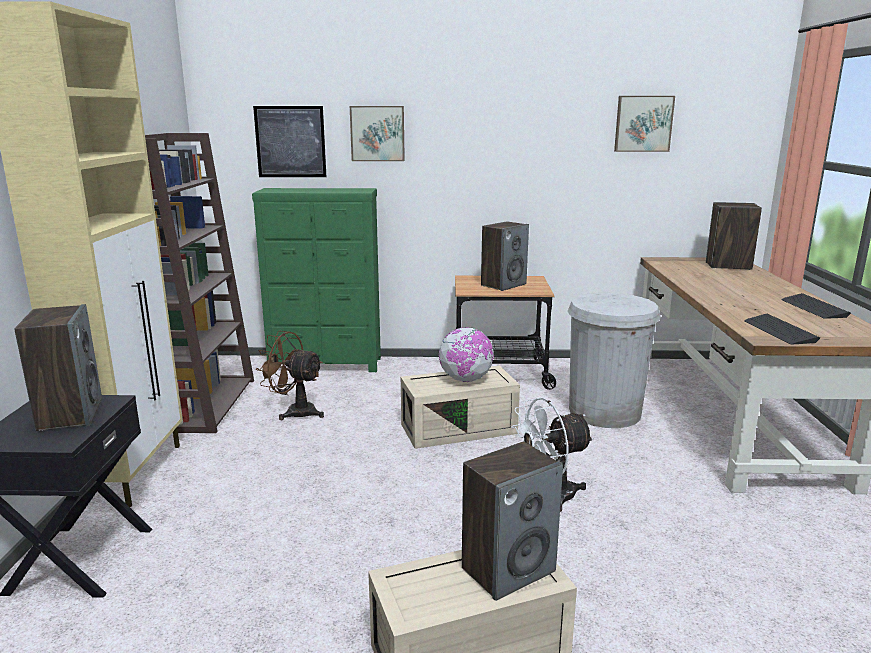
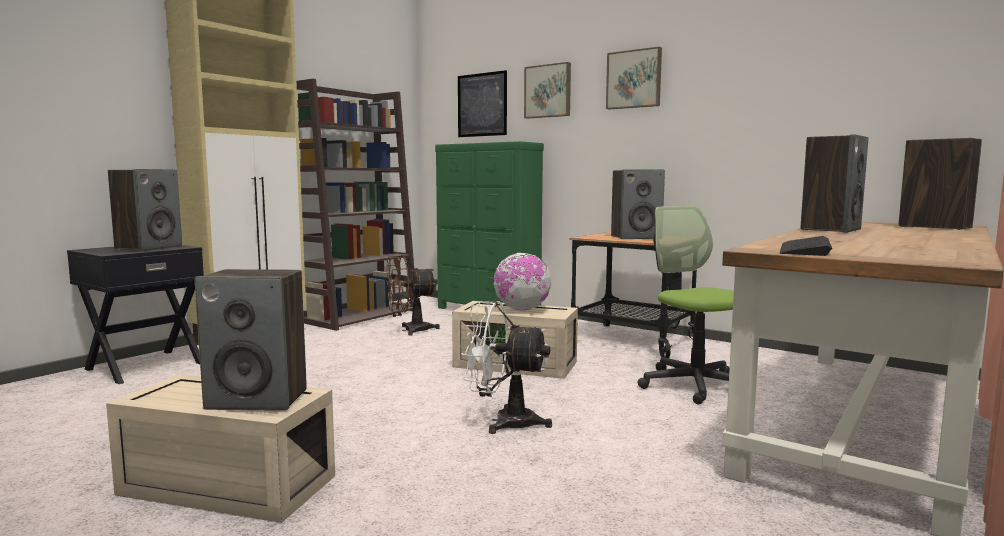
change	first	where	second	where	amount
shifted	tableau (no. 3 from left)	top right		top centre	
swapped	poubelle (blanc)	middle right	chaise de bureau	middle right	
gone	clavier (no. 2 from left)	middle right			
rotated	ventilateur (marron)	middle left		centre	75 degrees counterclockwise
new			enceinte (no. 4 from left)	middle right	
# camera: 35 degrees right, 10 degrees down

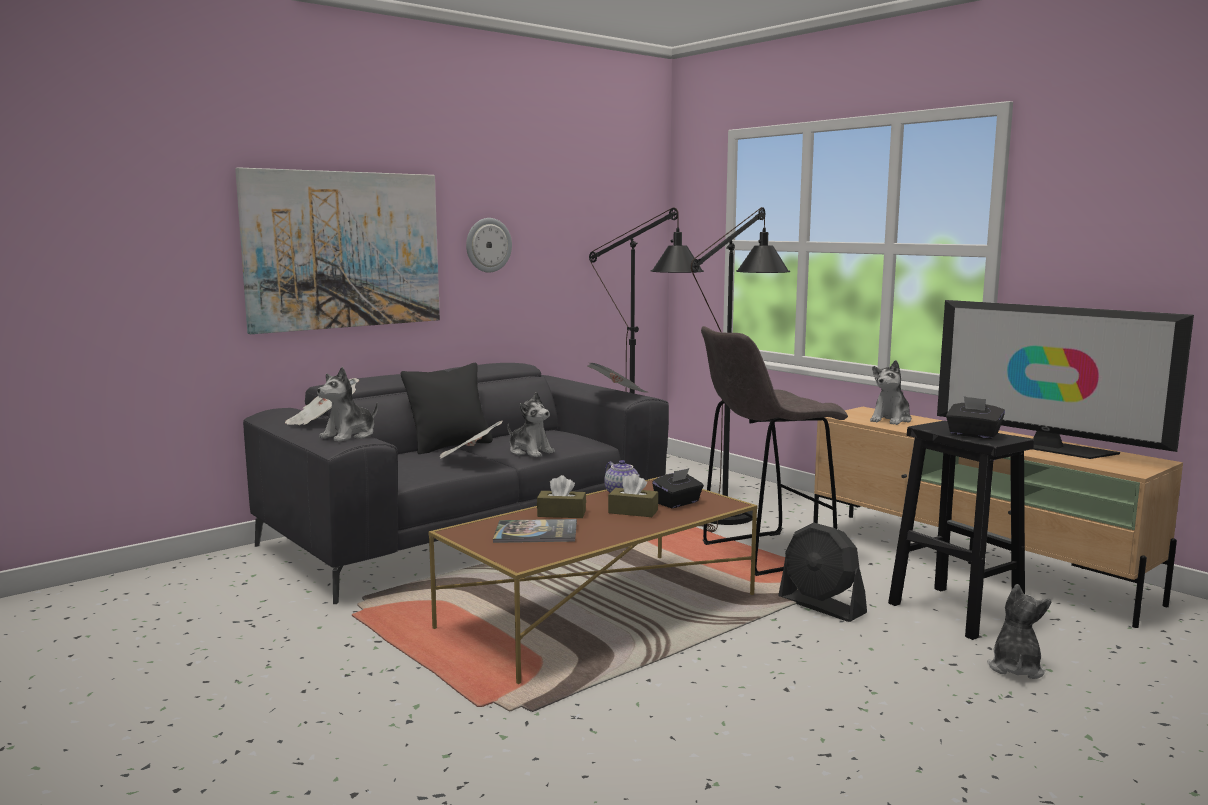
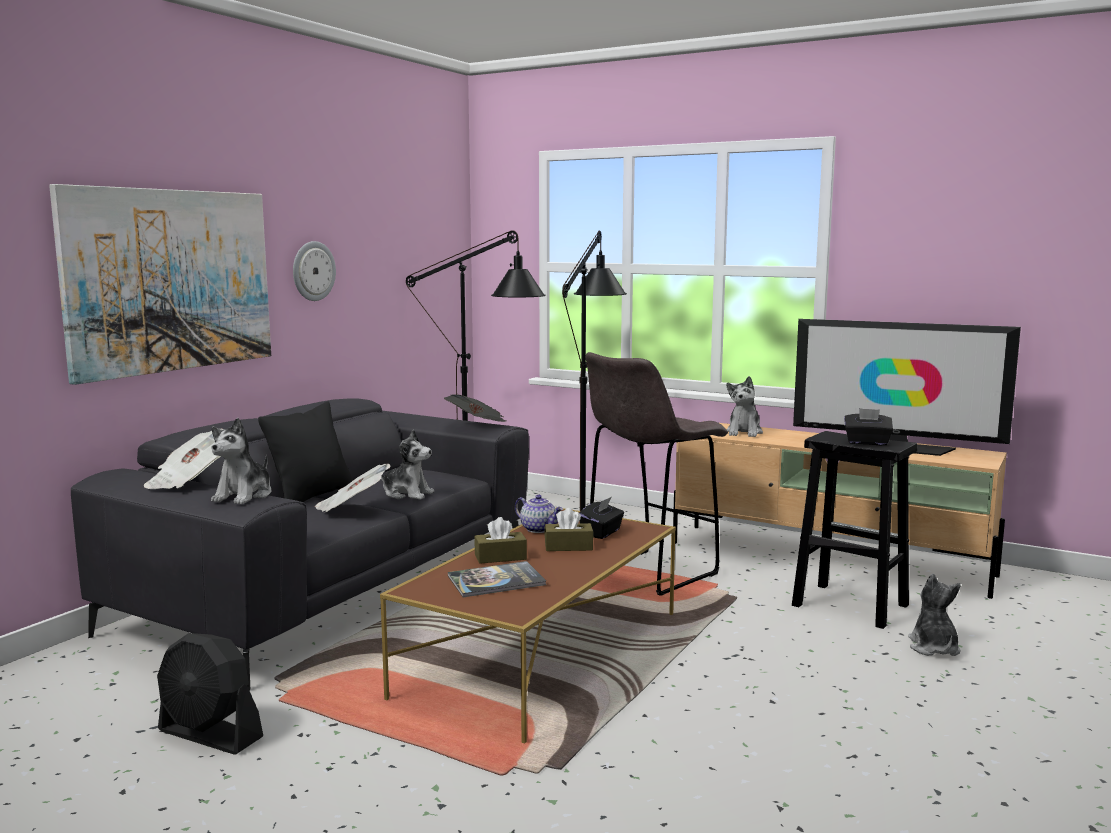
change	first	where	second	where	amount
shifted	ventilateur (noir)	bottom right		bottom left	
# camera: 20 degrees left, 0 degrees up

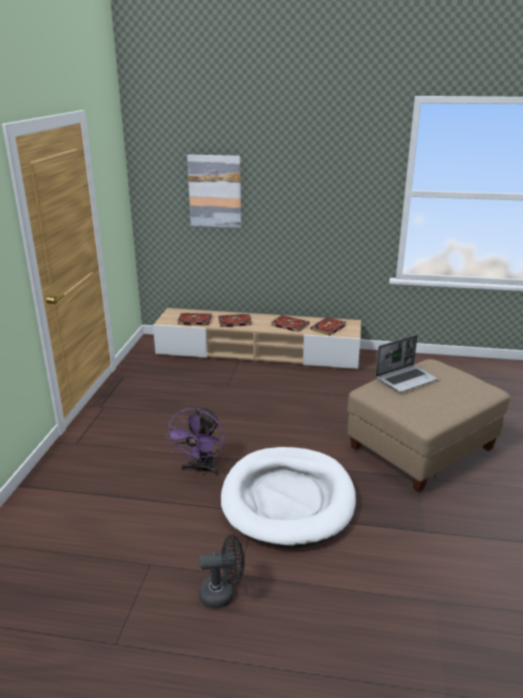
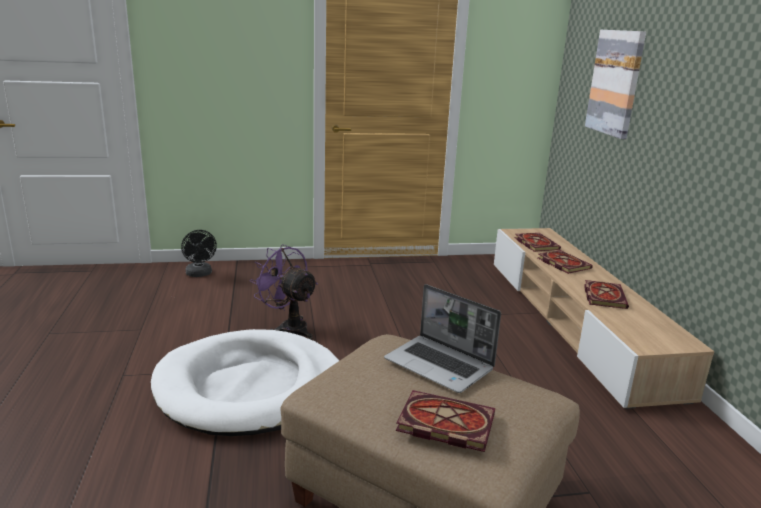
change	first	where	second	where	amount
shifted	livre (no. 4 from left in the first image)	centre	livre (no. 1 from left)	bottom centre	
rotated	ventilateur (violet)	centre		centre	45 degrees clockwise
shifted	ventilateur (noir)	bottom centre		middle left	
# camera: 70 degrees right, 5 degrees down

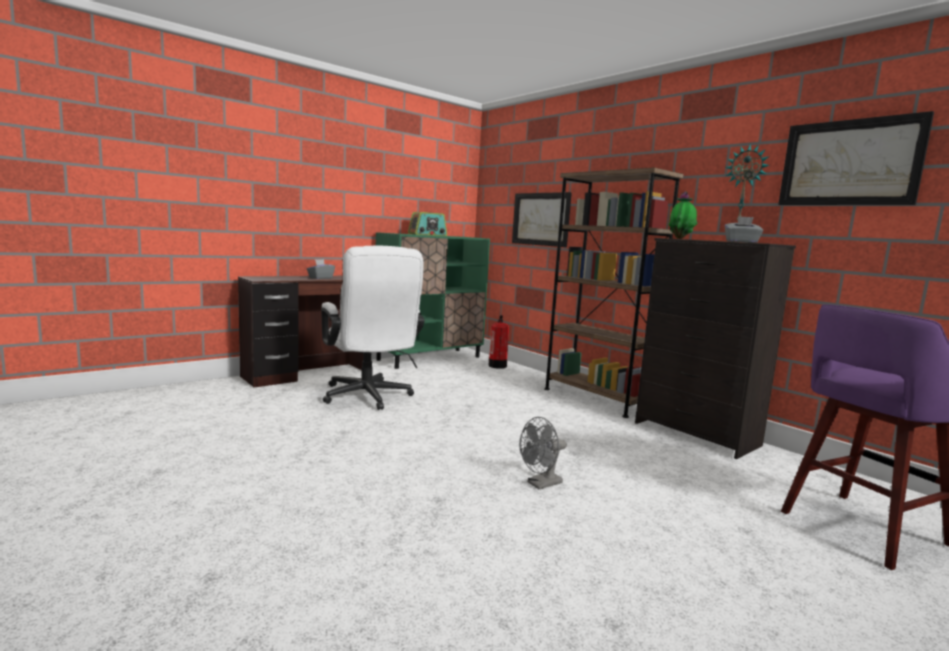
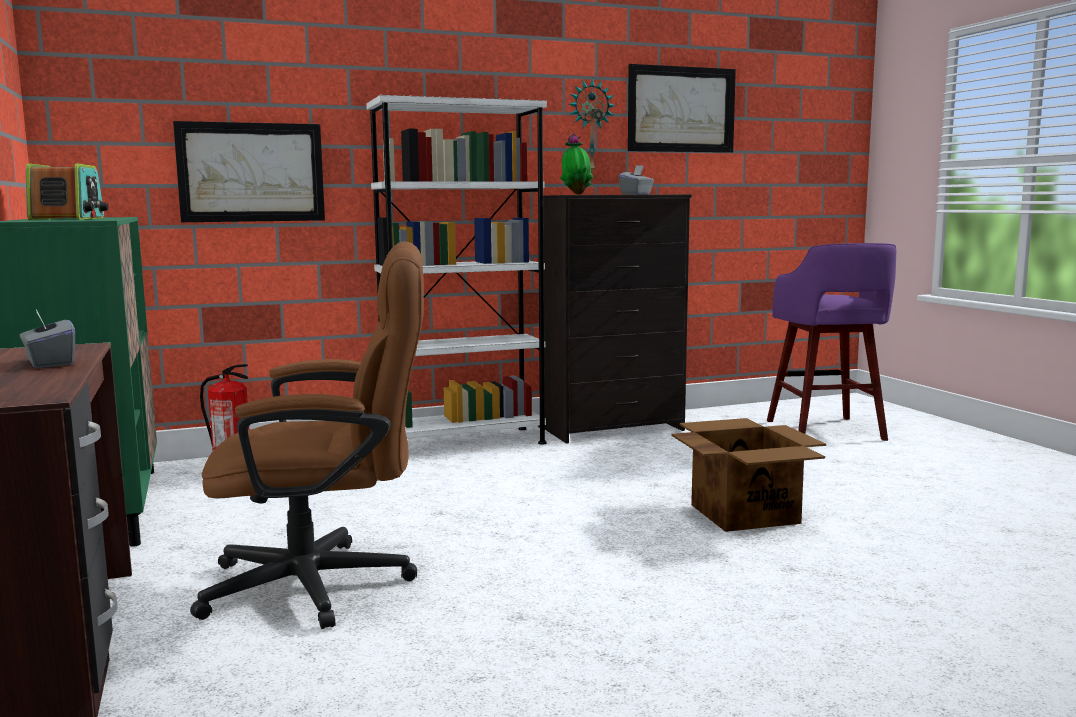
change	first	where	second	where	amount
repainted	bibliothèque (marron)	centre	bibliothèque (blanc)	centre	
repainted	chaise de bureau (blanc)	centre	chaise de bureau (marron)	middle left	
swapped	ventilateur (gris)	bottom centre	carton	middle right	
# camera: 70 degrees left, 0 degrees up

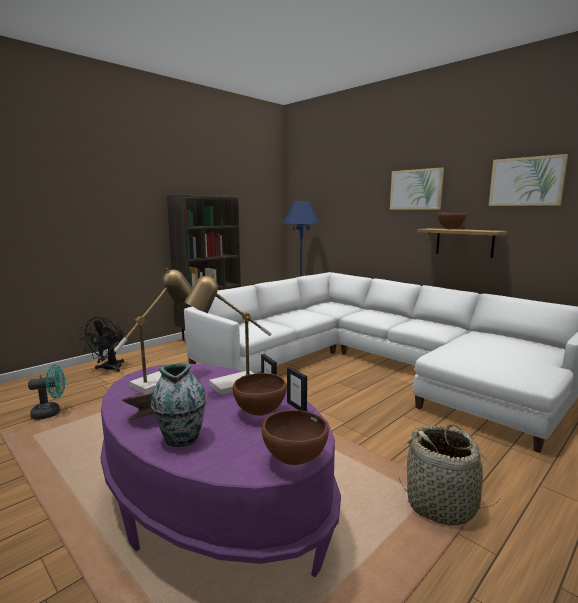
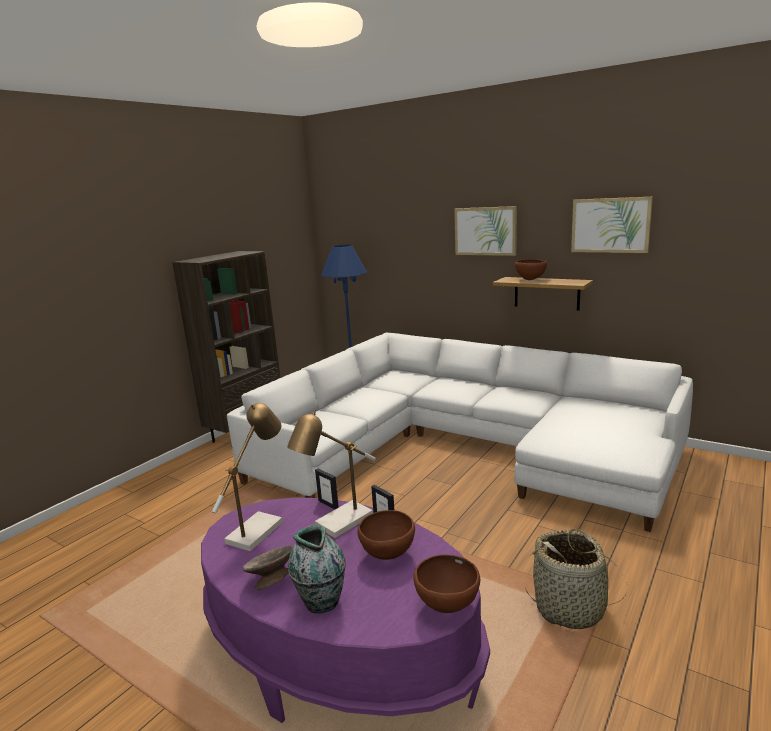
change	first	where	second	where	amount
gone	ventilateur (noir)	middle left			
gone	ventilateur (turquoise)	middle left			
shifted	cadre photo (no. 2 from left in the first image)	centre	cadre photo (no. 1 from left)	bottom centre	
# camera: 10 degrees left, 5 degrees up

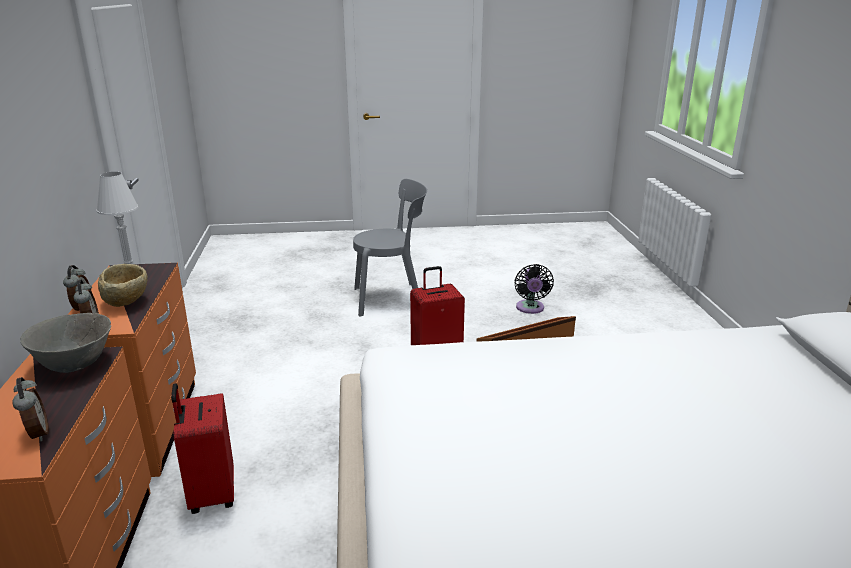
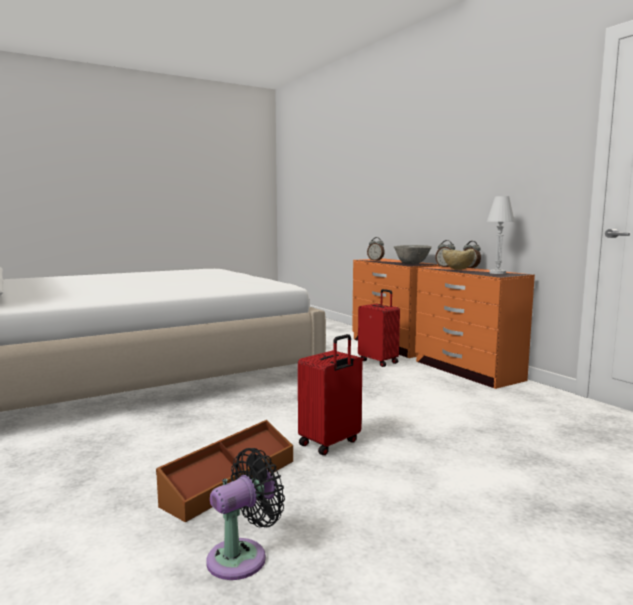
change	first	where	second	where	amount
gone	chaise (gris)	centre			
rotated	ventilateur (noir)	centre		bottom centre	75 degrees clockwise
# camera: 155 degrees right, 15 degrees down

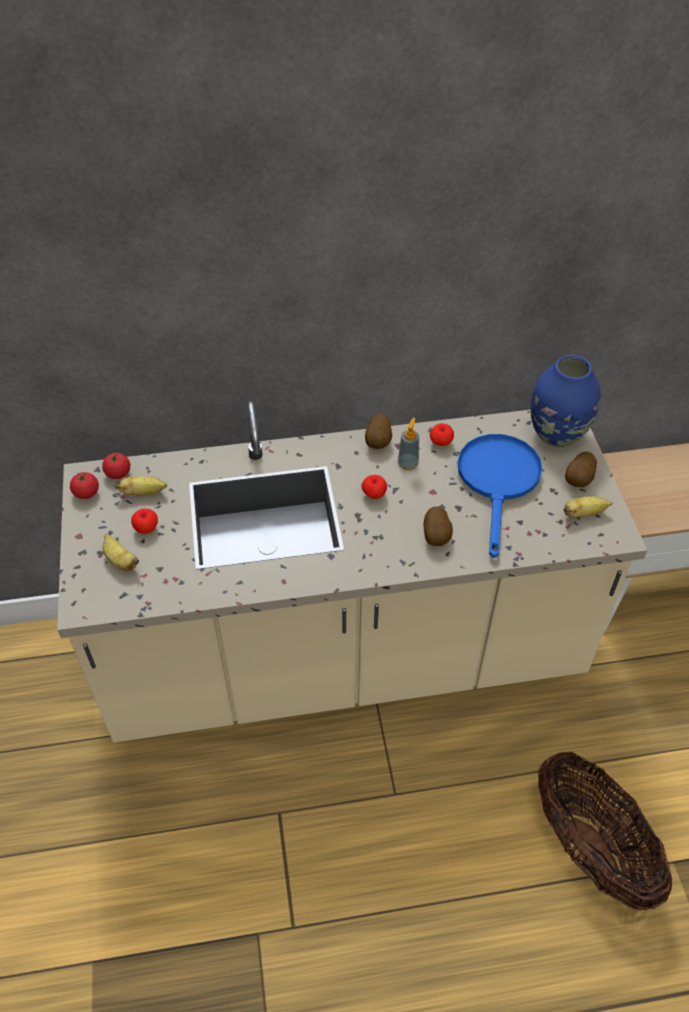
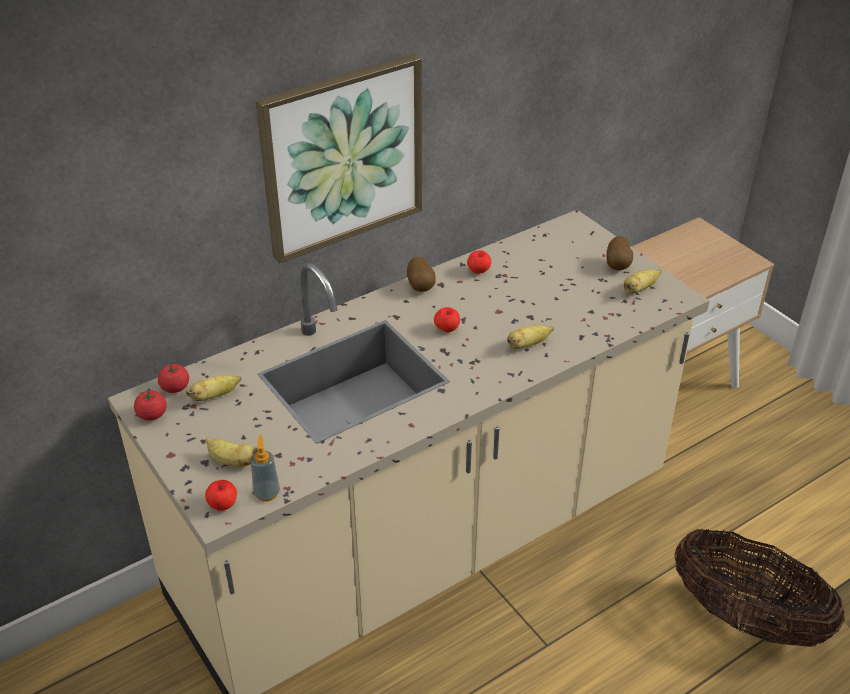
change	first	where	second	where	amount
gone	vase (bleu)	middle right			
shifted	distributeur de savon	centre		bottom left	
gone	poêle (bleu)	middle right			
swapped	pomme de terre (no. 2 from left)	centre	banane (no. 3 from left)	centre	
shifted	pomme (no. 1 from left)	middle left		bottom left	
new			tableau	top centre	
# camera: 25 degrees left, 10 degrees down

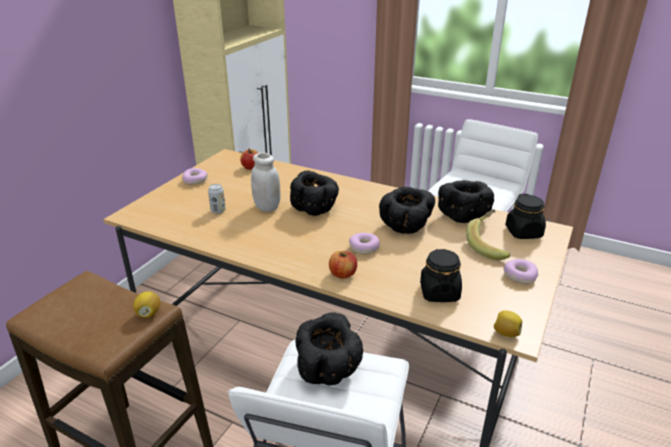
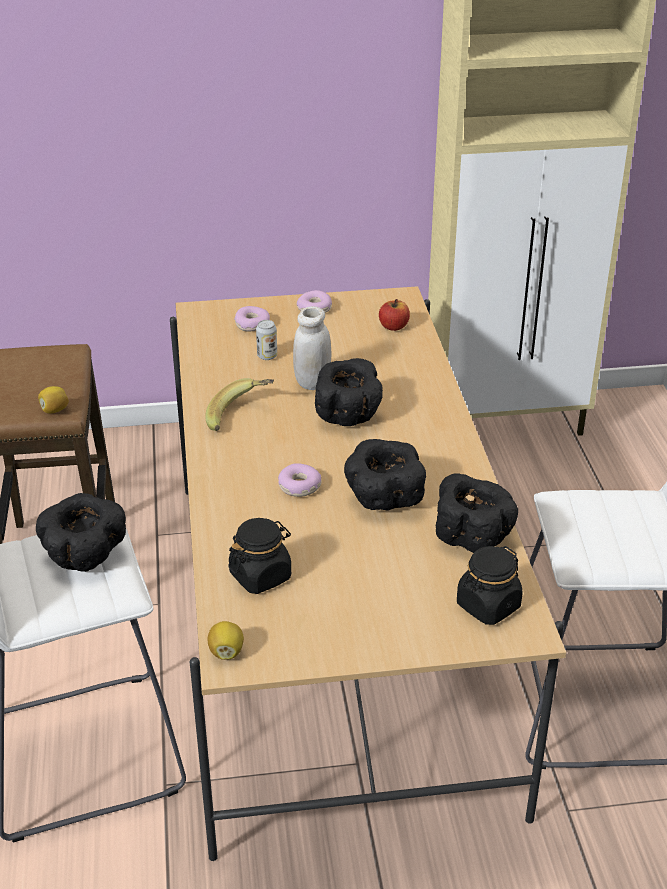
change	first	where	second	where	amount
shifted	banane	middle right		centre	
gone	pomme (no. 2 from left)	centre			
shifted	beignet (no. 3 from left in the first image)	middle right	beignet (no. 1 from left)	centre	
# camera: 55 degrees right, 5 degrees up

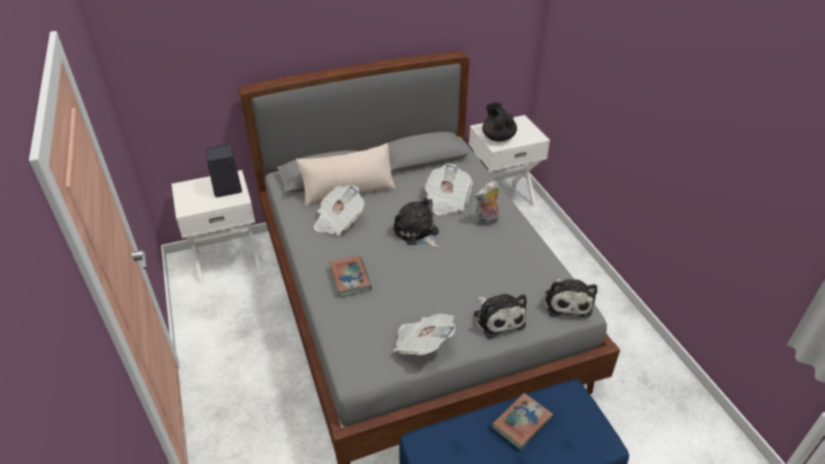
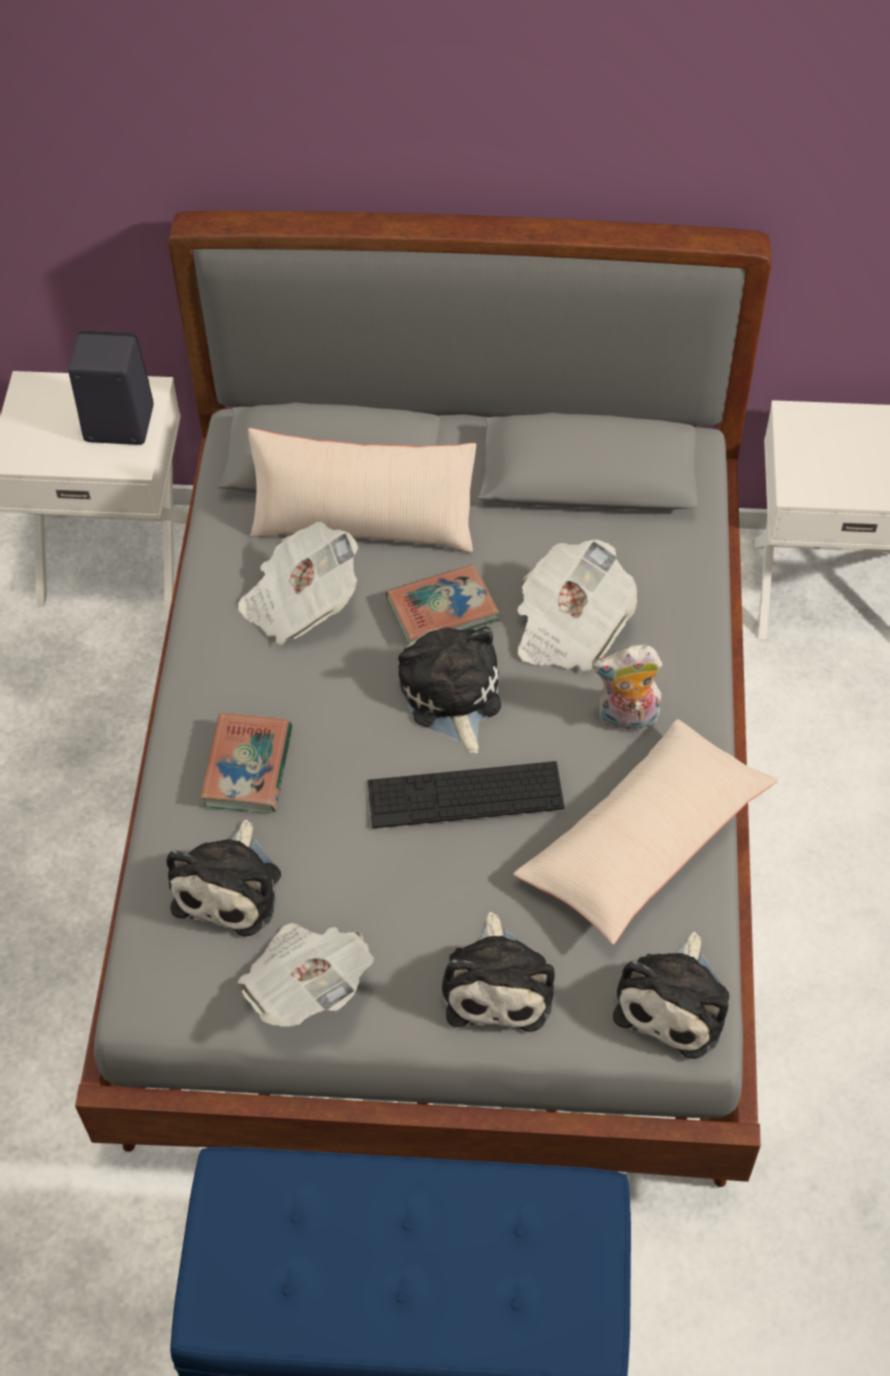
change	first	where	second	where	amount
gone	théière (noir)	top centre			
shifted	livre (no. 2 from left)	bottom centre		centre	
new			coussin (beige) (no. 2 from left)	middle right	
new			clavier	centre	
new			peluche (no. 1 from left)	middle left	
# camera: 25 degrees right, 15 degrees up

